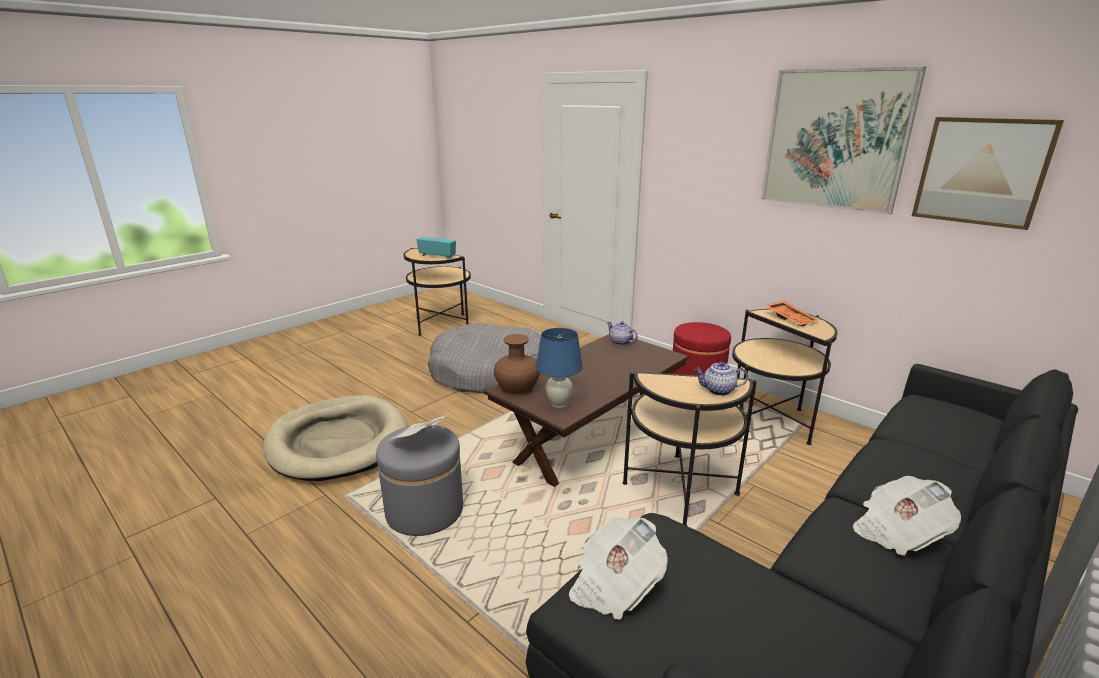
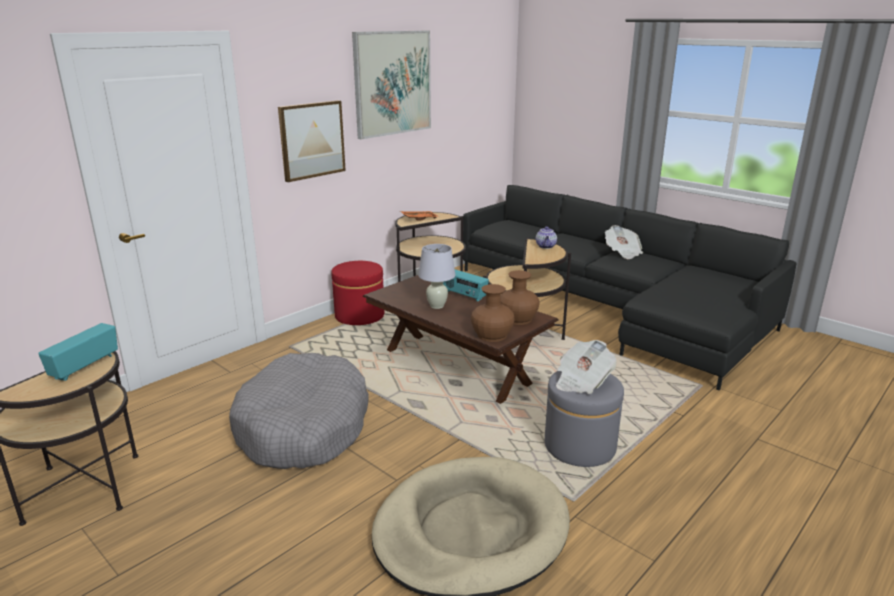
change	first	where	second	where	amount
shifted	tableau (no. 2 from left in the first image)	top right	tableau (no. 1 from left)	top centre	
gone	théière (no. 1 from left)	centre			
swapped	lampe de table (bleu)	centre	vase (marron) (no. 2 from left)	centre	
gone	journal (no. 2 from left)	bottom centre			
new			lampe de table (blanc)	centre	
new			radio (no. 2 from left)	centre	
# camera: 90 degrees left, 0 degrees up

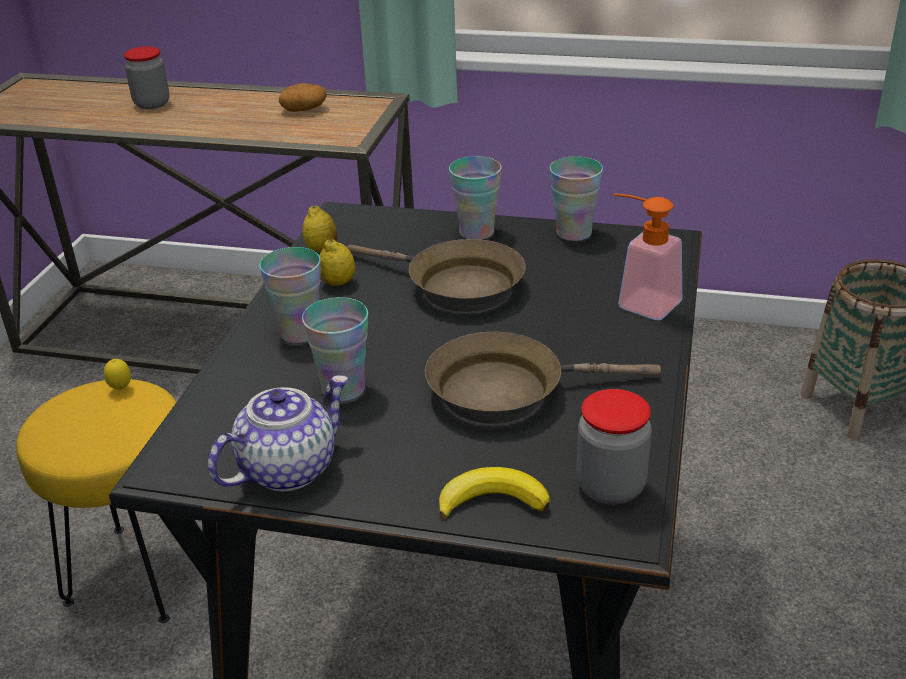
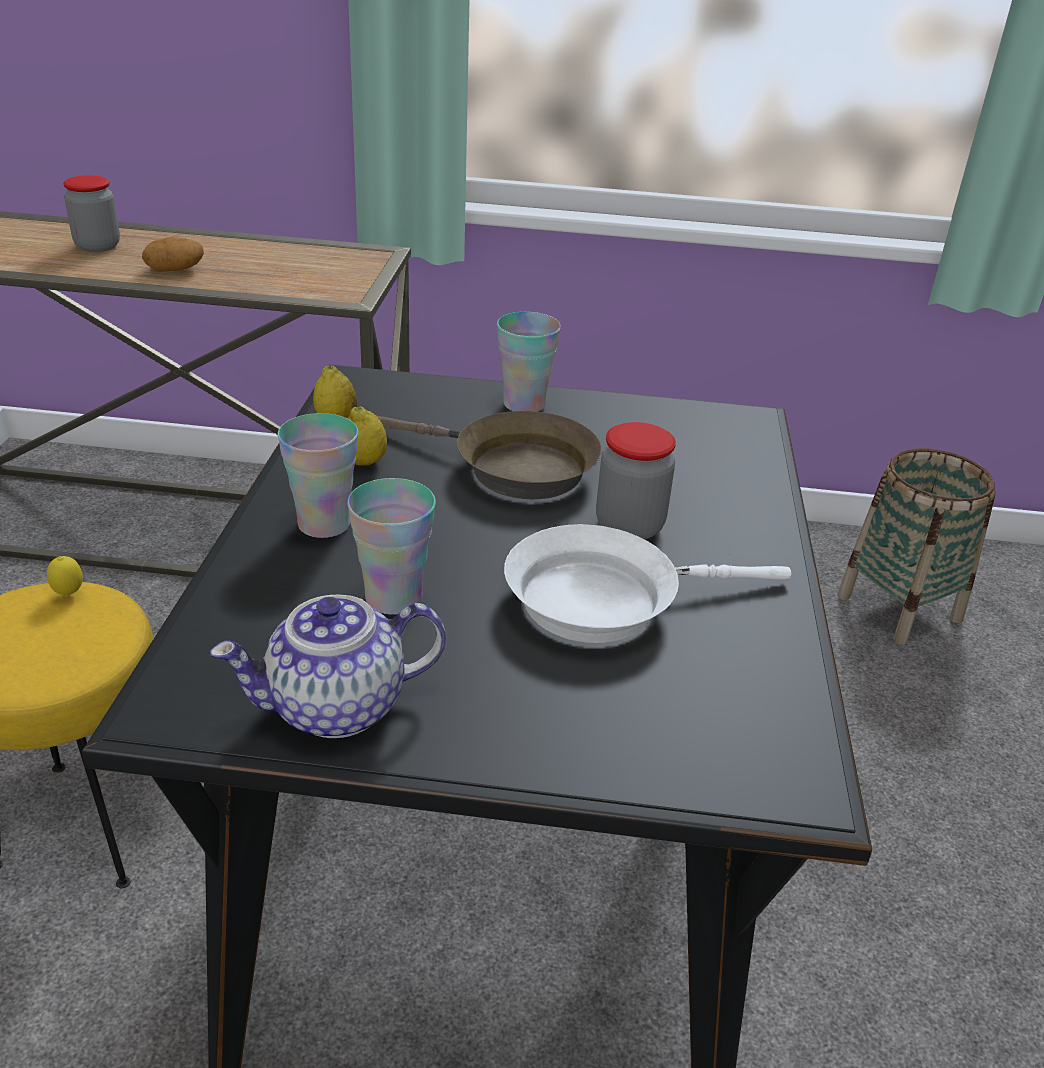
change	first	where	second	where	amount
shifted	pomme de terre	top centre		top left	
gone	tasse (no. 4 from left)	top centre			
gone	distributeur de savon	middle right			
repainted	poêle (marron) (no. 2 from left)	centre	poêle (blanc)	centre	
rotated	théière	middle left		middle left	150 degrees counterclockwise
shifted	bocal (no. 2 from left)	middle right		centre	
gone	banane	bottom centre			
# camera: 10 degrees left, 0 degrees up

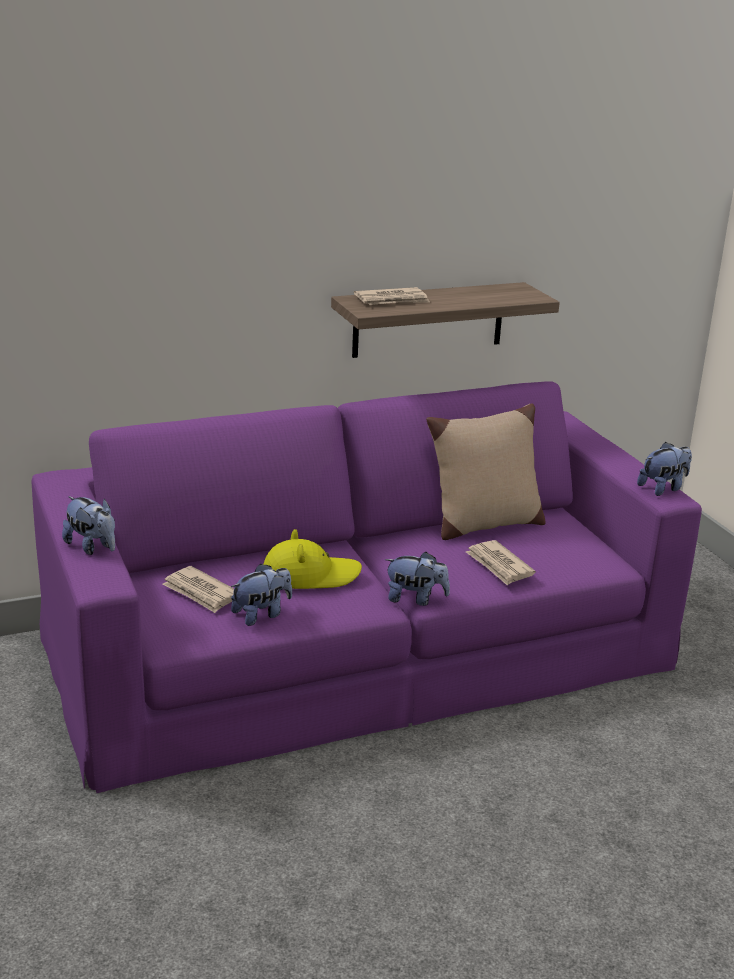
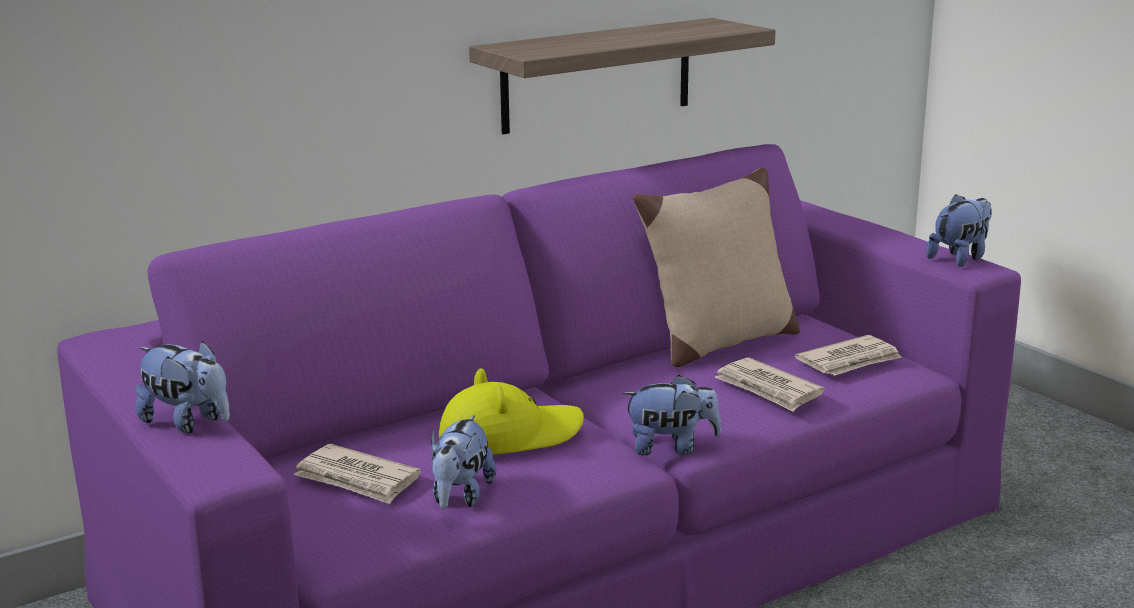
change	first	where	second	where	amount
shifted	journal (no. 2 from left in the first image)	top centre	journal (no. 3 from left)	middle right	
rotated	peluche (no. 2 from left)	centre		bottom centre	150 degrees clockwise
# camera: 10 degrees left, 5 degrees down

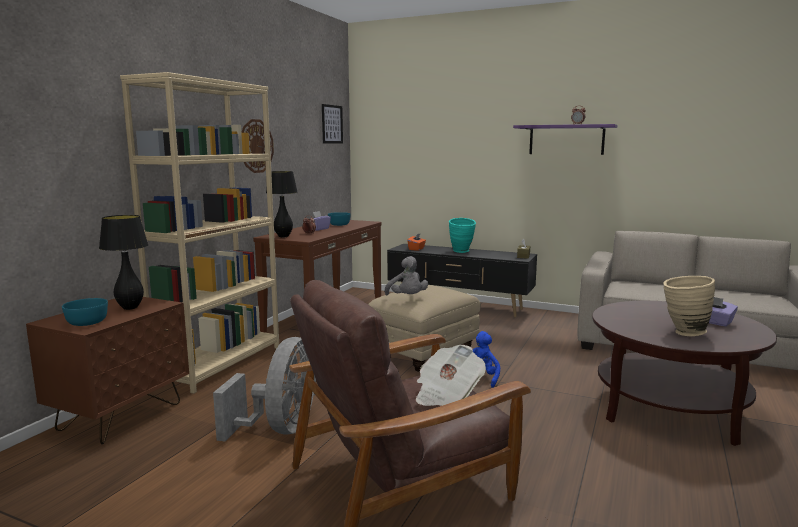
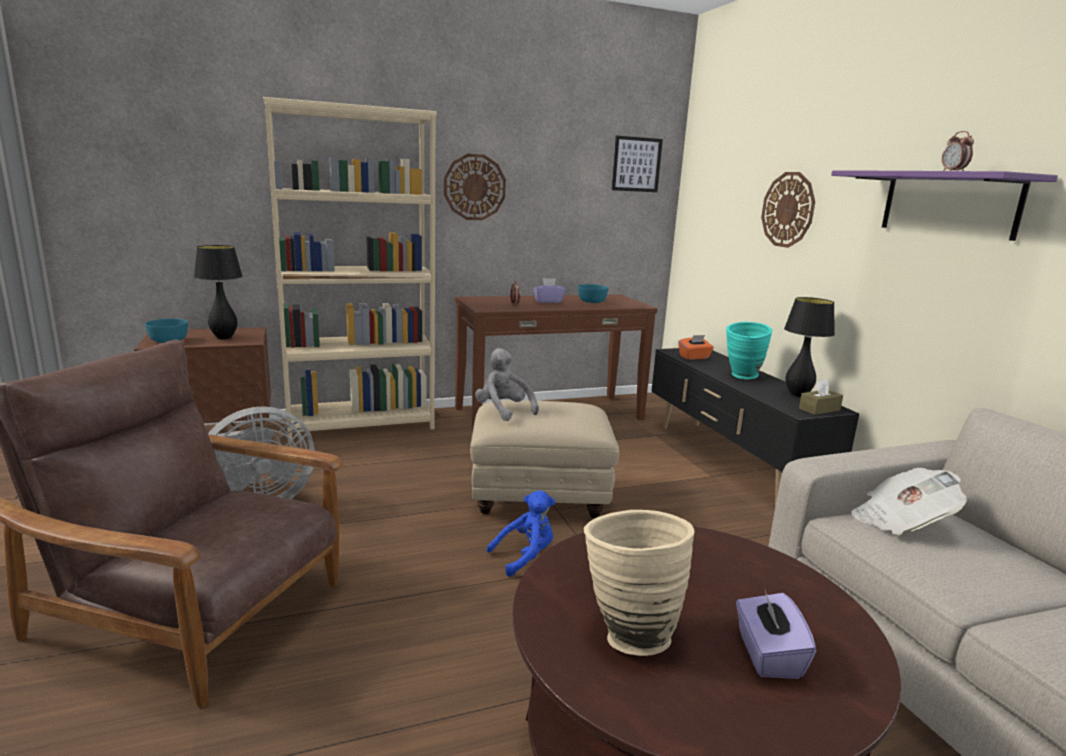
change	first	where	second	where	amount
shifted	lampe de table (noir) (no. 2 from left)	centre		middle right	
rotated	peluche (gris)	centre		centre	120 degrees clockwise
shifted	journal	bottom centre		middle right	
new			horloge murale (no. 2 from left)	top right	
# camera: 45 degrees right, 5 degrees up

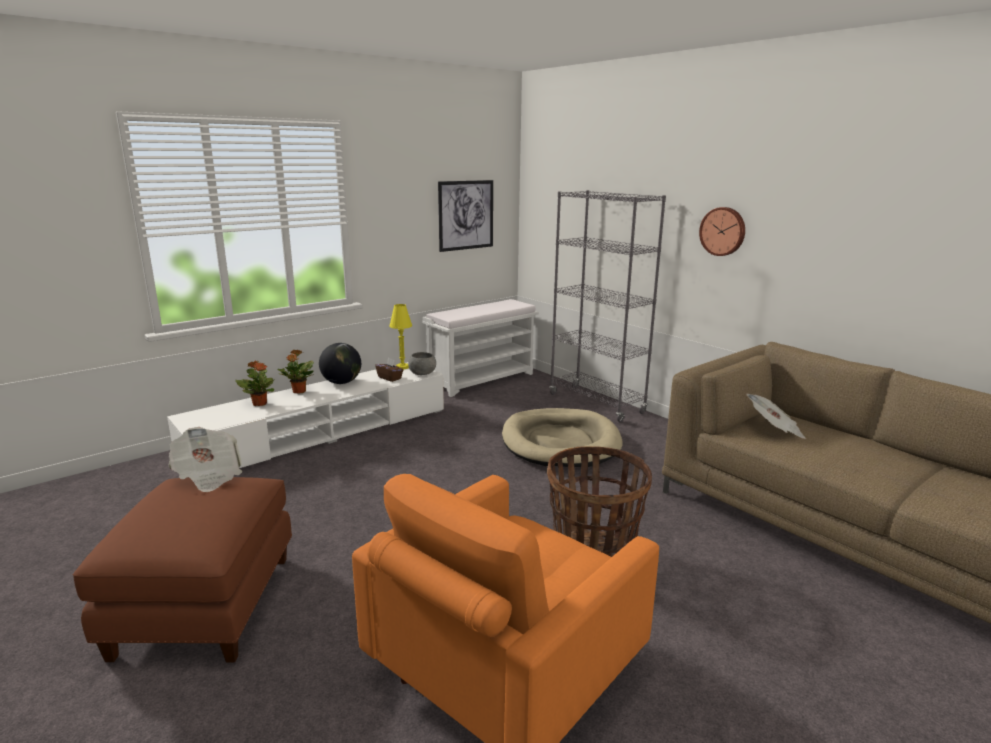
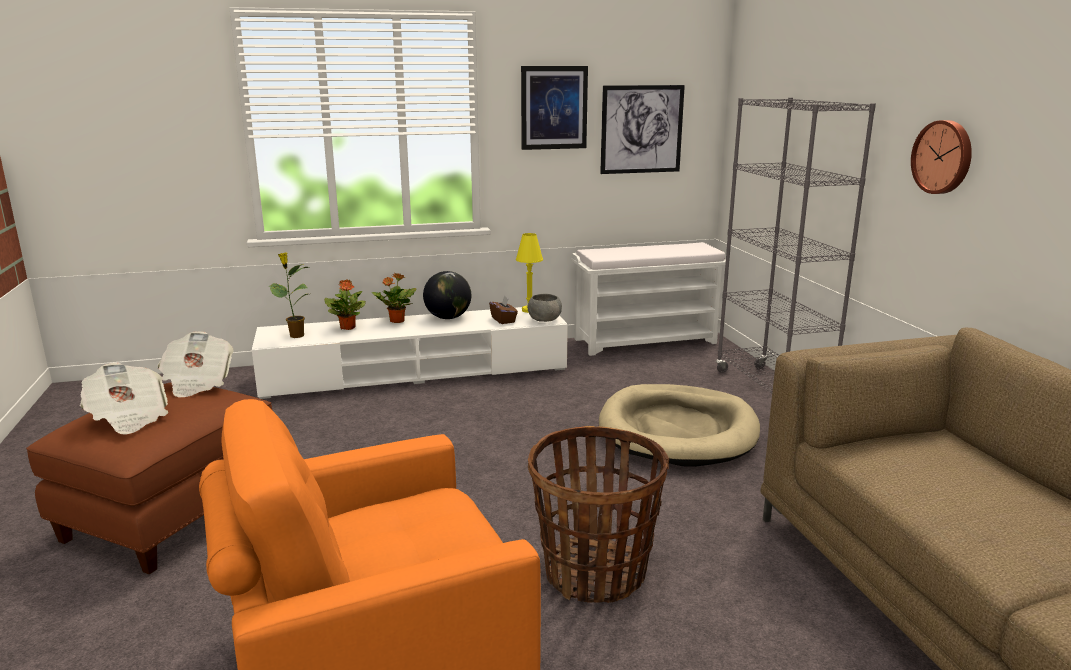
change	first	where	second	where	amount
shifted	journal (no. 2 from left in the first image)	middle right	journal (no. 1 from left)	middle left	
new			tableau (no. 1 from left)	top centre	
new			plante en pot (no. 1 from left)	middle left	
# camera: 25 degrees right, 0 degrees up

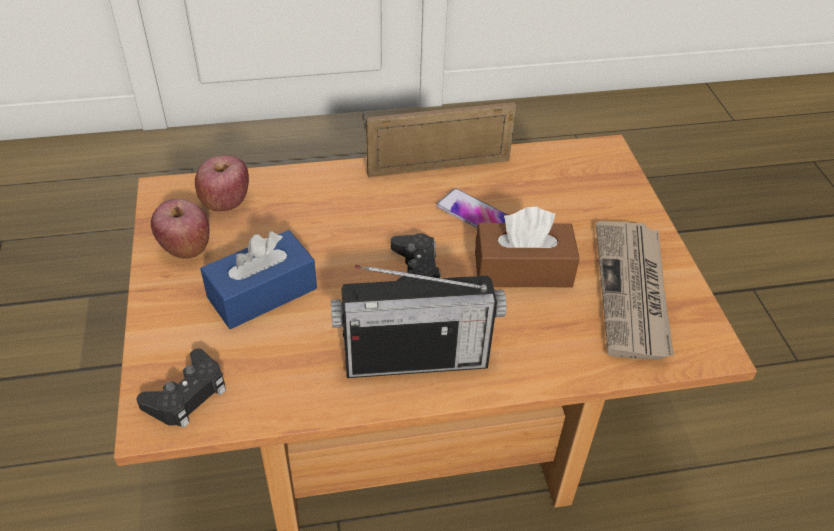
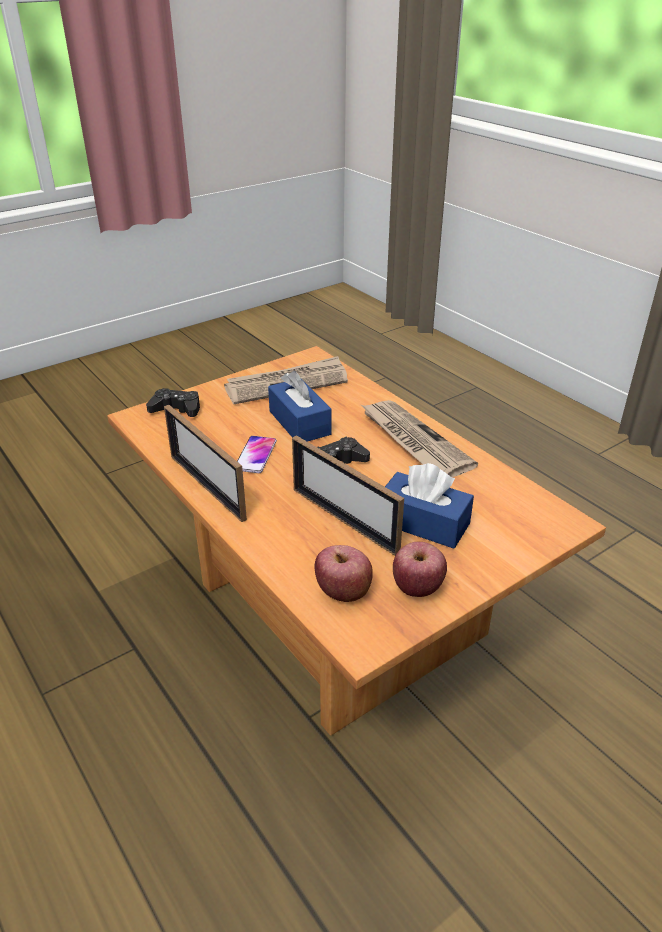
change	first	where	second	where	amount
repainted	boîte à mouchoirs (marron)	centre	boîte à mouchoirs (bleu) (no. 1 from left)	centre	
swapped	radio	centre	journal (no. 2 from left)	centre	
shifted	manette (noir) (no. 1 from left)	bottom left		middle left	
new			cadre photo (no. 2 from left)	centre	
# camera: 115 degrees left, 10 degrees down

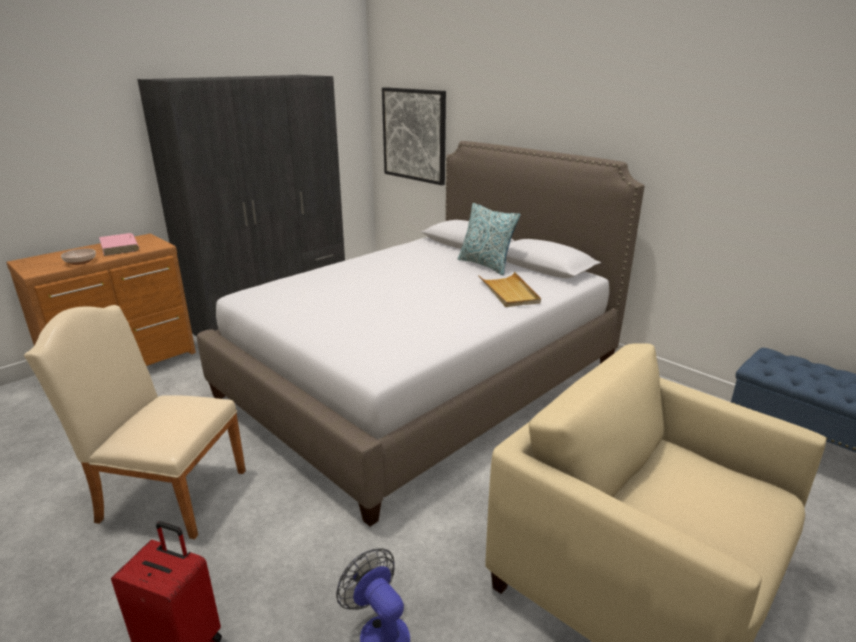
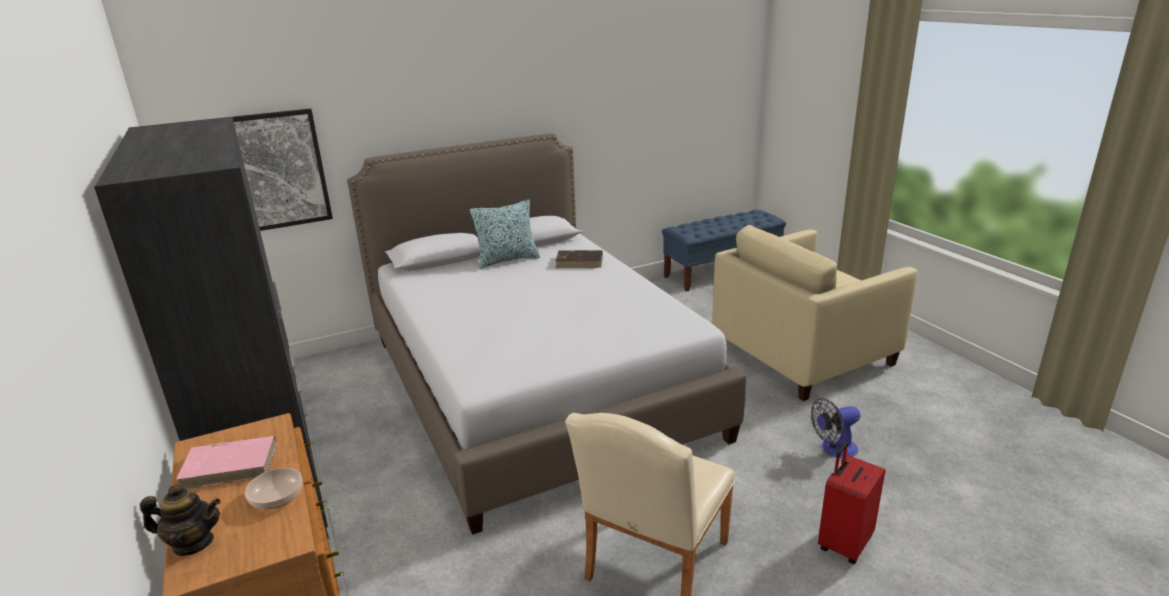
change	first	where	second	where	amount
swapped	plateau (beige)	centre	livre (marron)	centre	
new			théière	bottom left	
# camera: 70 degrees left, 0 degrees up

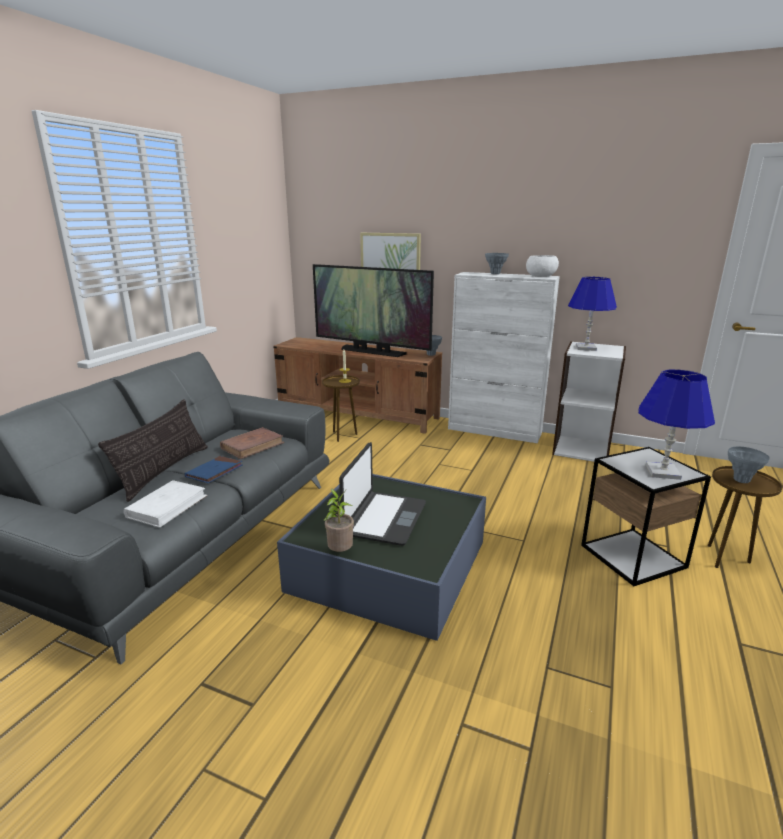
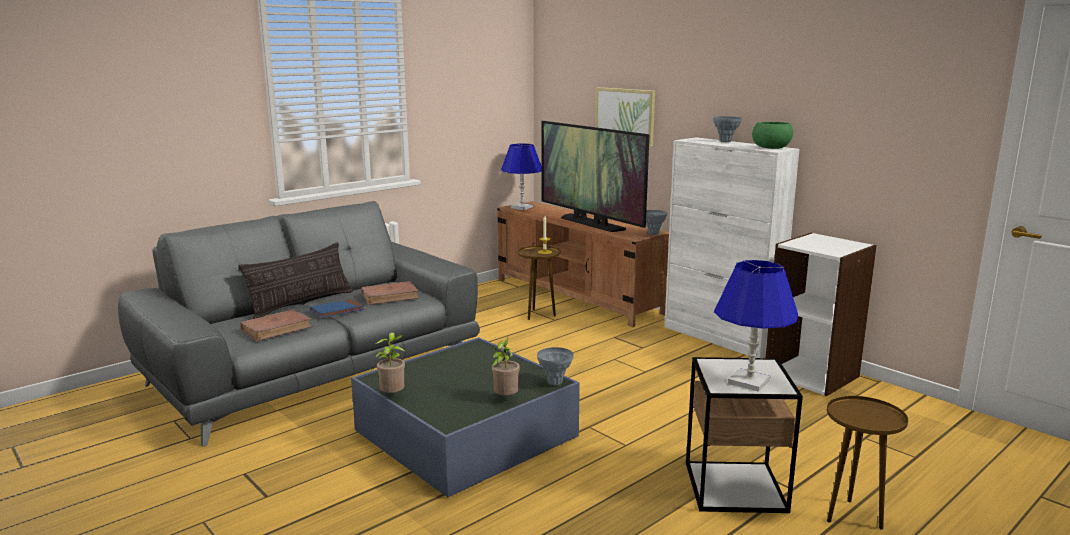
change	first	where	second	where	amount
repainted	bol (blanc)	top right	bol (vert)	top right	
shifted	lampe de table (bleu) (no. 1 from left)	middle right		top centre	
gone	ordinateur portable	centre			
shifted	vase (gris) (no. 3 from left in the first image)	middle right	vase (gris) (no. 1 from left)	bottom centre	
repainted	livre (blanc)	middle left	livre (marron) (no. 1 from left)	middle left	
new			plante en pot (no. 2 from left)	bottom centre	
# camera: 25 degrees right, 5 degrees down

